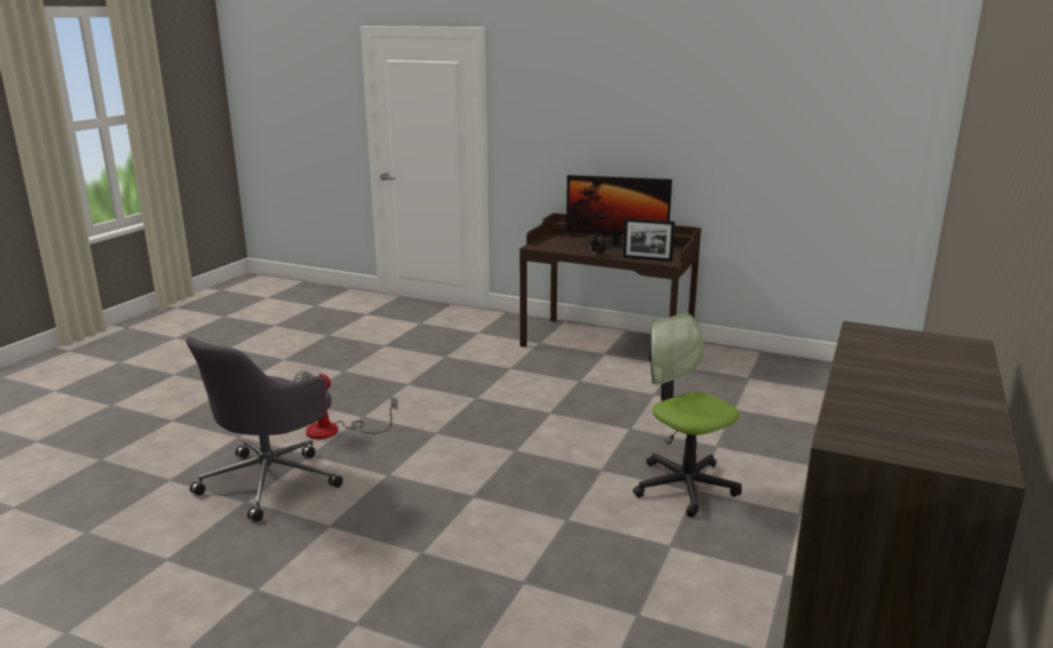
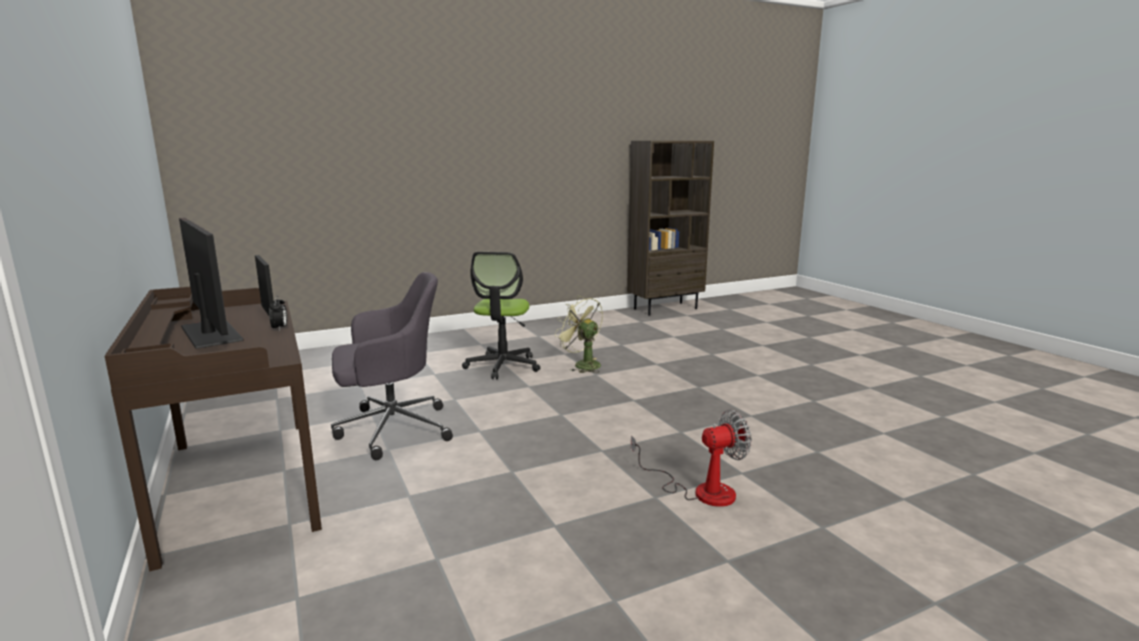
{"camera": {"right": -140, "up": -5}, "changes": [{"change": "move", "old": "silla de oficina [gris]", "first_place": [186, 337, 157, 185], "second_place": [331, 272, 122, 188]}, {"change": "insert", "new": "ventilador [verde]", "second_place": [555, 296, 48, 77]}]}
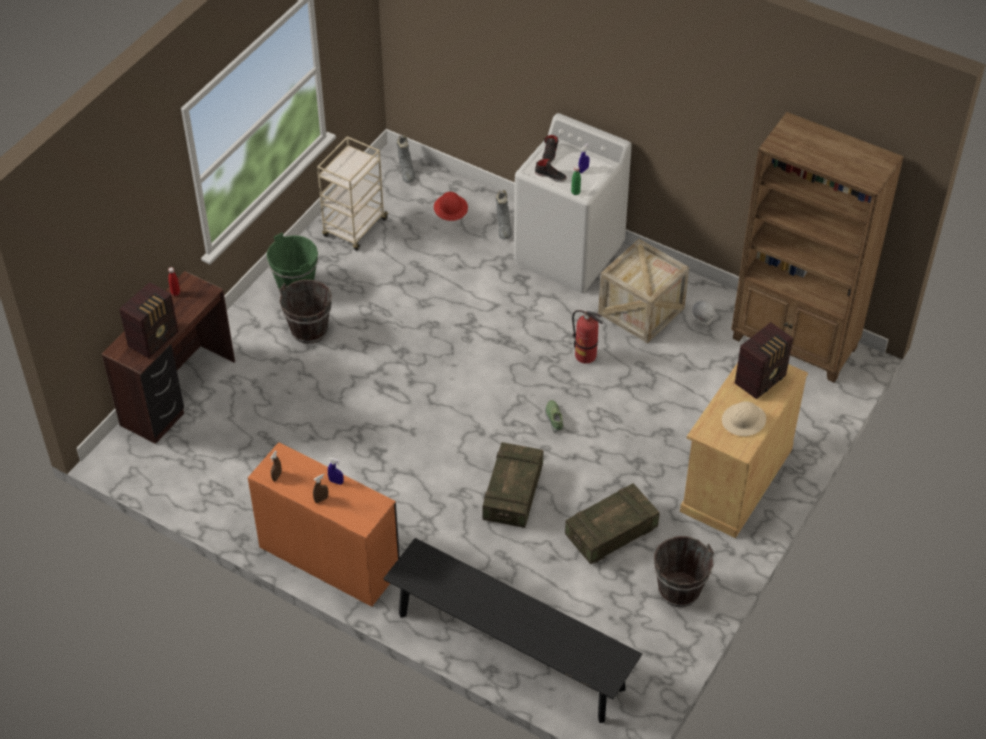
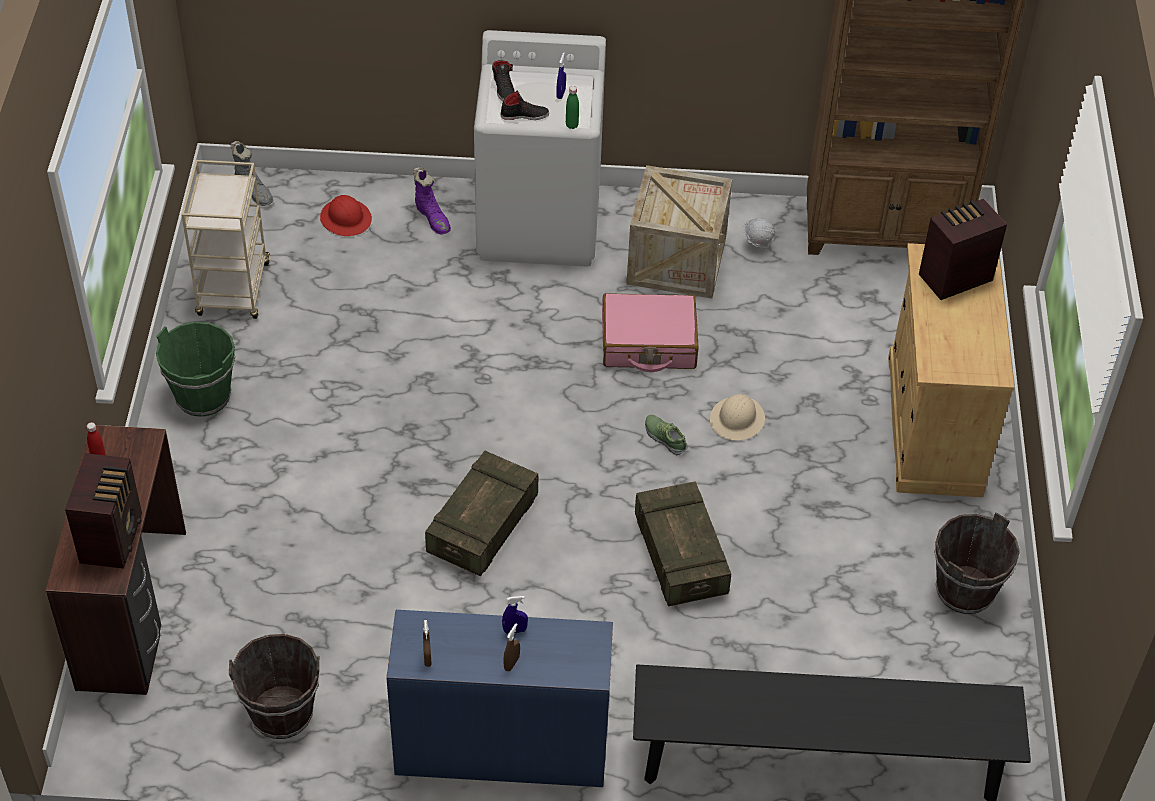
{"camera": {"right": -30, "up": 0}, "changes": [{"change": "recolor", "old": "escritorio [naranja]", "new": "escritorio [azul]", "first_place": [248, 442, 152, 165], "second_place": [386, 610, 227, 177]}, {"change": "move", "old": "cubo [marrón]", "first_place": [279, 279, 53, 65], "second_place": [229, 634, 91, 105]}, {"change": "recolor", "old": "bota [gris]", "new": "bota [morado]", "first_place": [496, 190, 16, 49], "second_place": [413, 167, 38, 67]}, {"change": "move", "old": "caja de embalaje", "first_place": [565, 483, 95, 81], "second_place": [425, 451, 113, 126]}, {"change": "replace", "old": "extintor", "new": "maleta [rosa]", "first_place": [572, 310, 31, 54], "second_place": [602, 293, 97, 79]}, {"change": "move", "old": "casco [beis]", "first_place": [722, 401, 44, 35], "second_place": [710, 394, 55, 46]}, {"change": "rotate", "old": "radio", "first_place": [735, 322, 58, 77], "second_place": [919, 199, 88, 101], "degrees": -135}]}
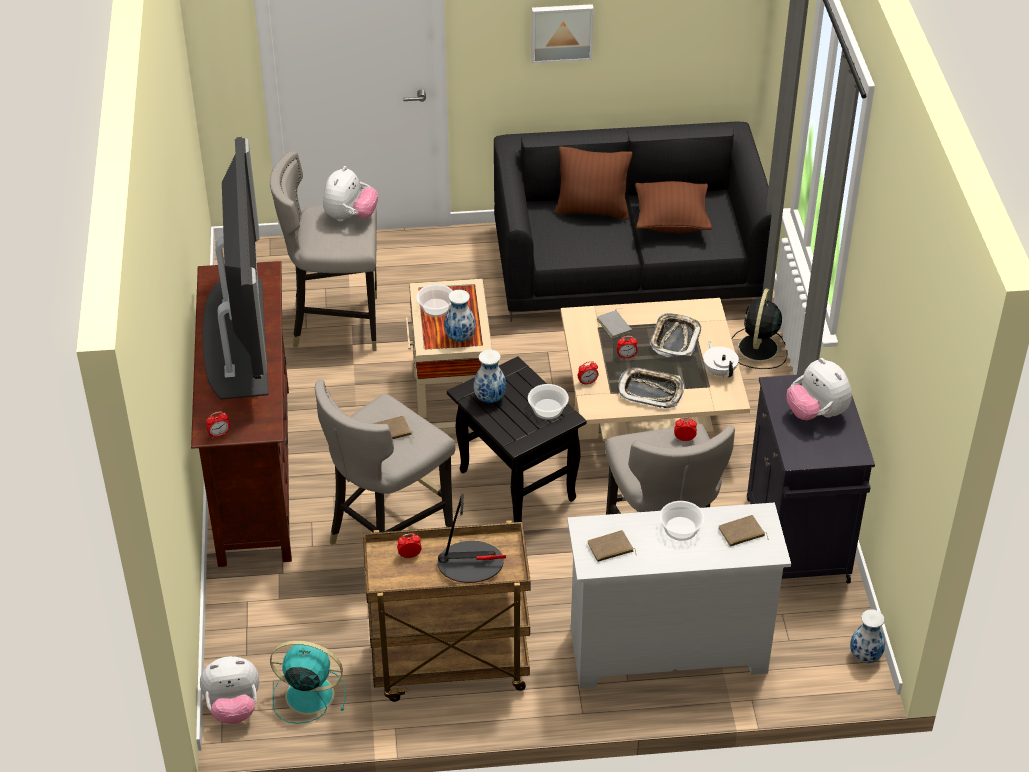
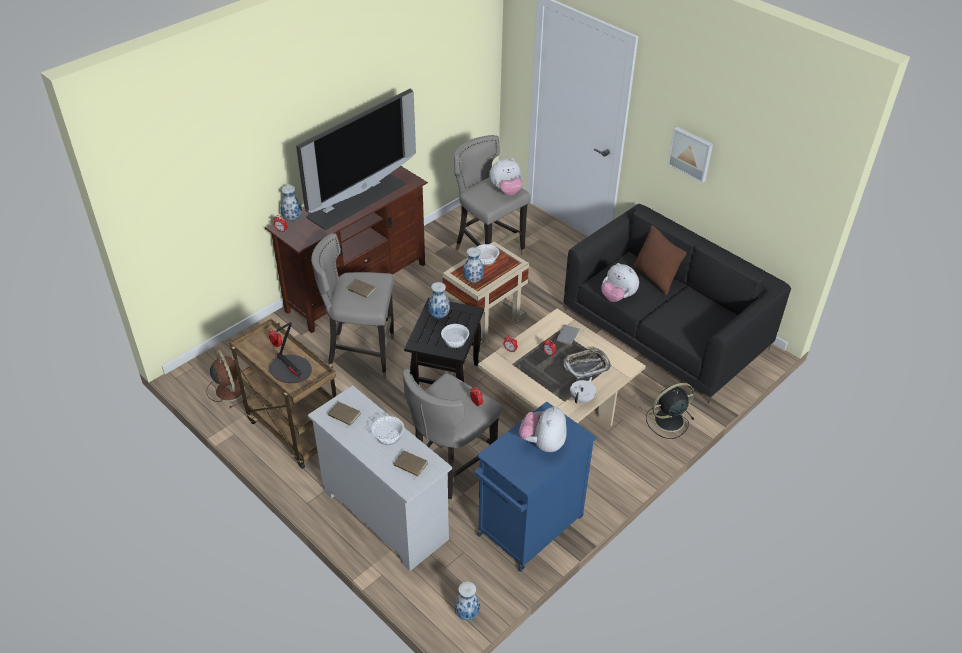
{"camera": {"right": 50, "up": 0}, "changes": [{"change": "move", "old": "peluche", "first_place": [200, 656, 59, 68], "second_place": [601, 263, 38, 39]}, {"change": "recolor", "old": "ventilador [turquesa]", "new": "ventilador [marrón]", "first_place": [270, 640, 76, 84], "second_place": [206, 349, 45, 59]}, {"change": "delete", "old": "bandeja", "first_place": [618, 368, 66, 40]}, {"change": "delete", "old": "cojín [marrón]", "first_place": [635, 181, 77, 52]}, {"change": "recolor", "old": "armario [negro]", "new": "armario [azul]", "first_place": [747, 374, 128, 209], "second_place": [475, 401, 122, 171]}, {"change": "insert", "new": "florero", "second_place": [281, 185, 21, 36]}]}
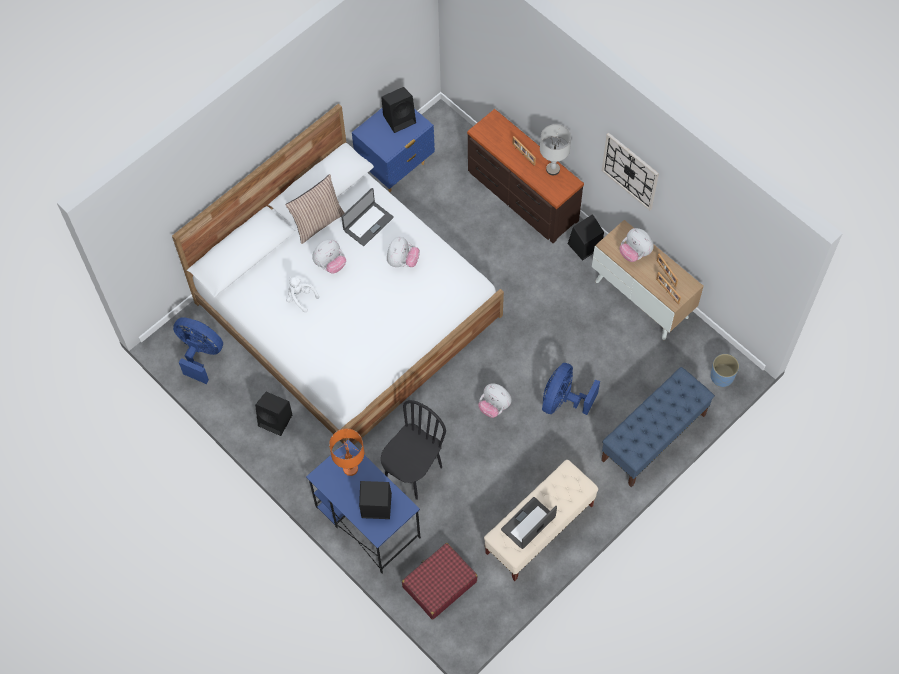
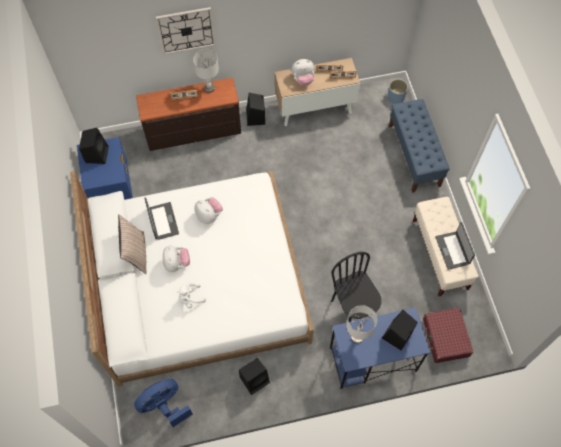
{"camera": {"right": -60, "up": 0}, "changes": [{"change": "recolor", "old": "lámpara de mesa [naranja]", "new": "lámpara de mesa [gris]", "first_place": [329, 428, 35, 48], "second_place": [346, 305, 31, 38]}, {"change": "delete", "old": "peluche", "first_place": [478, 384, 34, 34]}, {"change": "delete", "old": "ventilador [azul]", "first_place": [542, 363, 58, 52]}, {"change": "move", "old": "reloj de pared", "first_place": [602, 133, 57, 78], "second_place": [156, 7, 59, 48]}]}
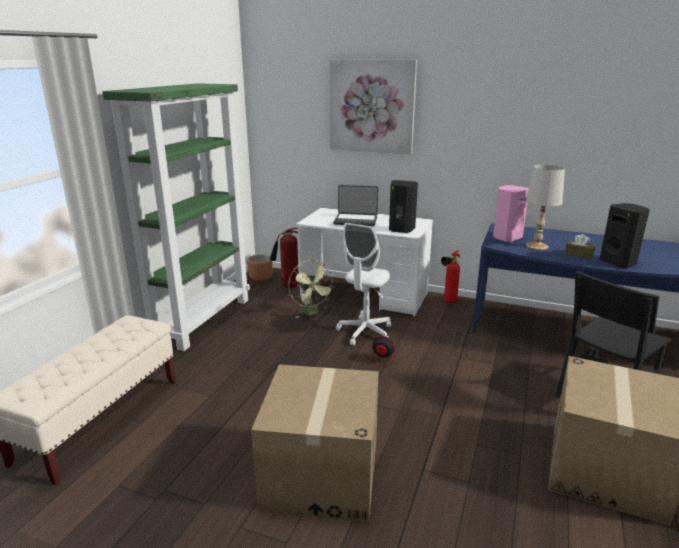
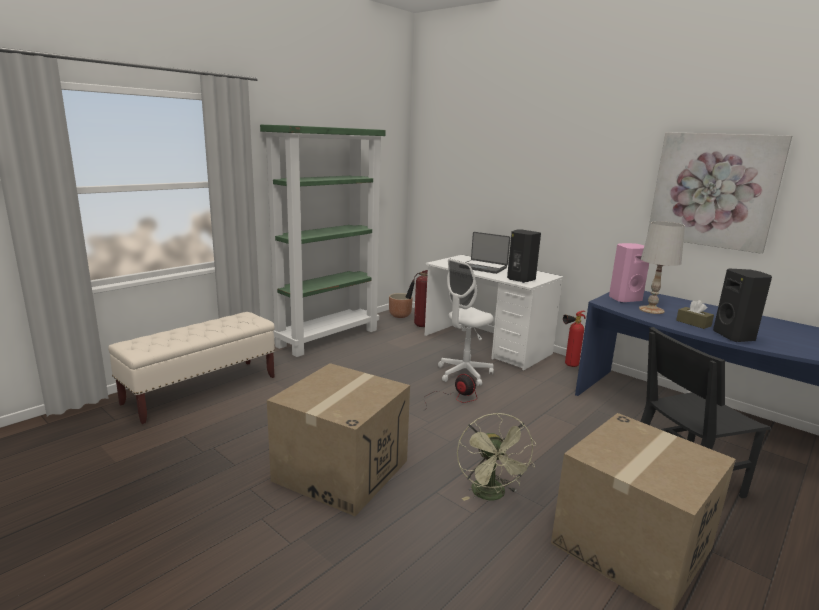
{"camera": {"right": 20, "up": -5}, "changes": [{"change": "move", "old": "ventilador [verde]", "first_place": [288, 260, 47, 58], "second_place": [457, 413, 79, 88]}, {"change": "move", "old": "cuadro", "first_place": [330, 59, 87, 95], "second_place": [647, 132, 145, 122]}]}
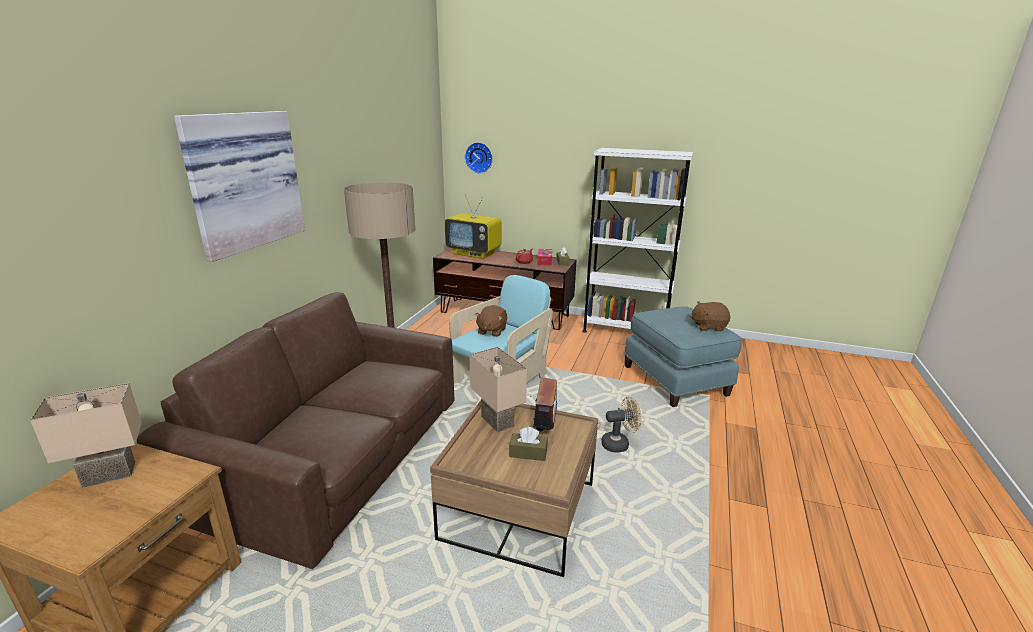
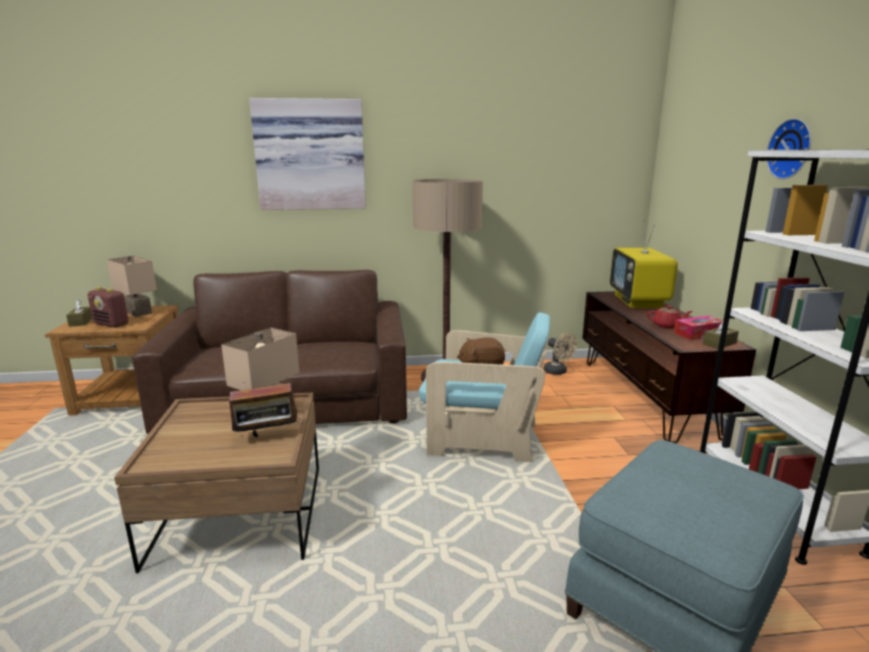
{"camera": {"right": 65, "up": -5}, "changes": [{"change": "move", "old": "reloj de pared", "first_place": [465, 142, 28, 32], "second_place": [766, 118, 45, 61]}, {"change": "move", "old": "caja de pañuelos [marrón]", "first_place": [509, 427, 39, 34], "second_place": [66, 299, 26, 28]}, {"change": "move", "old": "ventilador [beis]", "first_place": [601, 396, 41, 57], "second_place": [544, 333, 33, 42]}, {"change": "delete", "old": "peluche [marrón]", "first_place": [690, 301, 40, 30]}, {"change": "insert", "new": "radio", "second_place": [88, 287, 41, 41]}]}
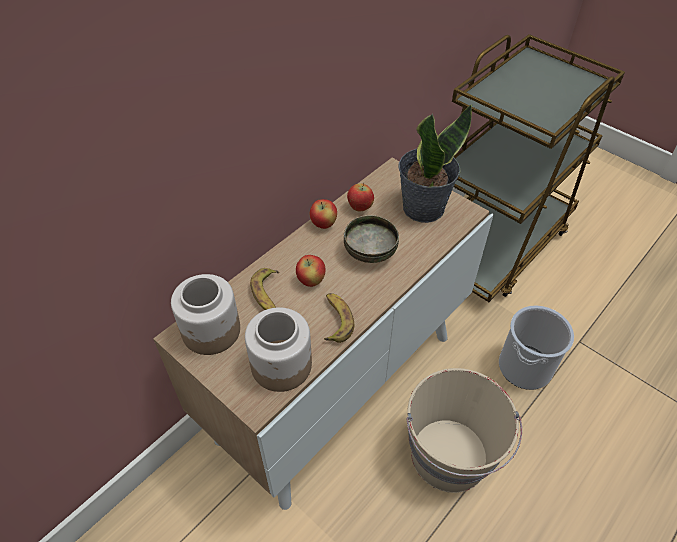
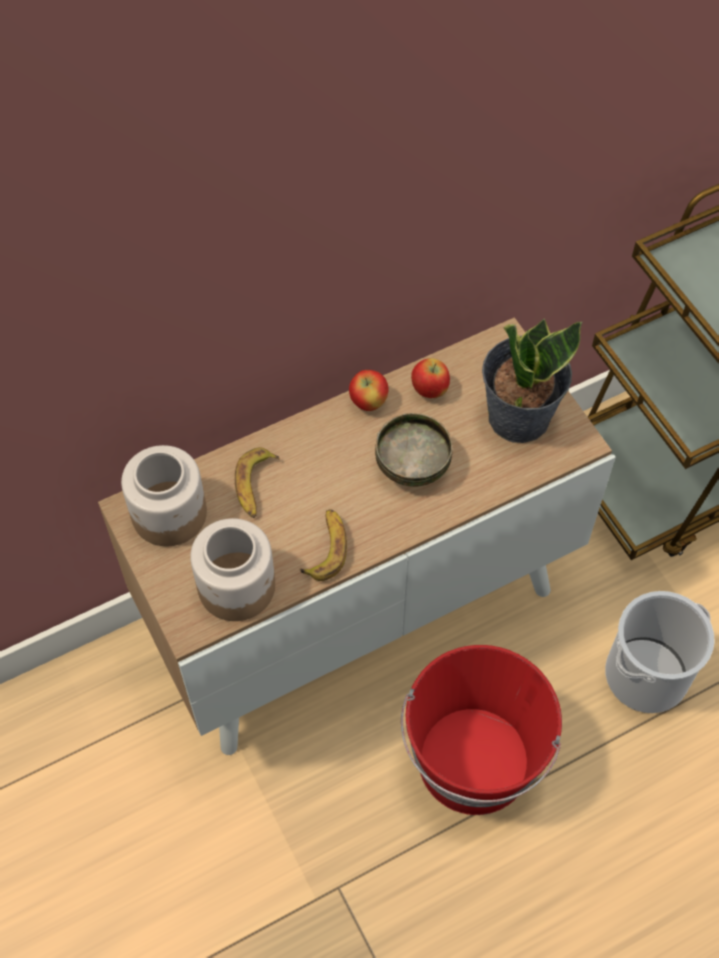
{"camera": {"right": 20, "up": 10}, "changes": [{"change": "delete", "old": "manzana", "first_place": [296, 255, 30, 32]}, {"change": "recolor", "old": "cubo [beis]", "new": "cubo [rojo]", "first_place": [407, 368, 115, 125], "second_place": [401, 645, 161, 170]}]}
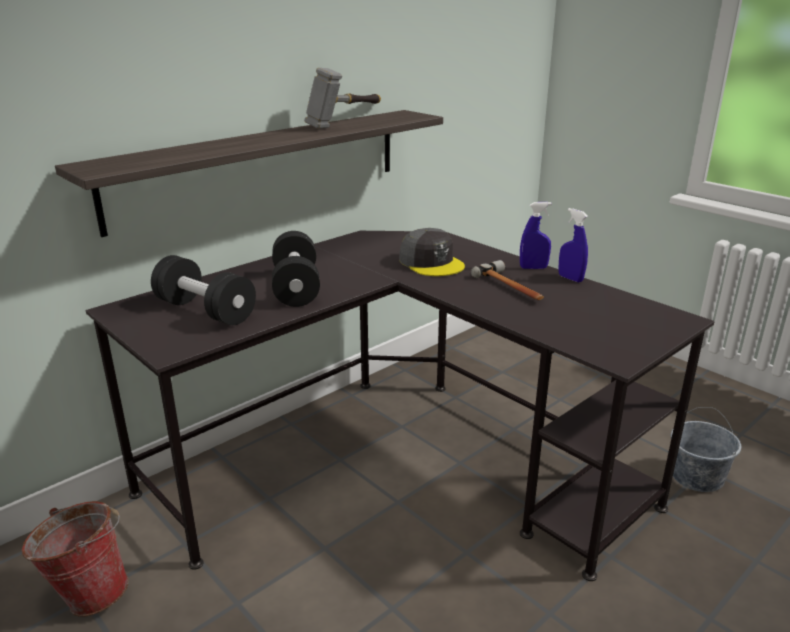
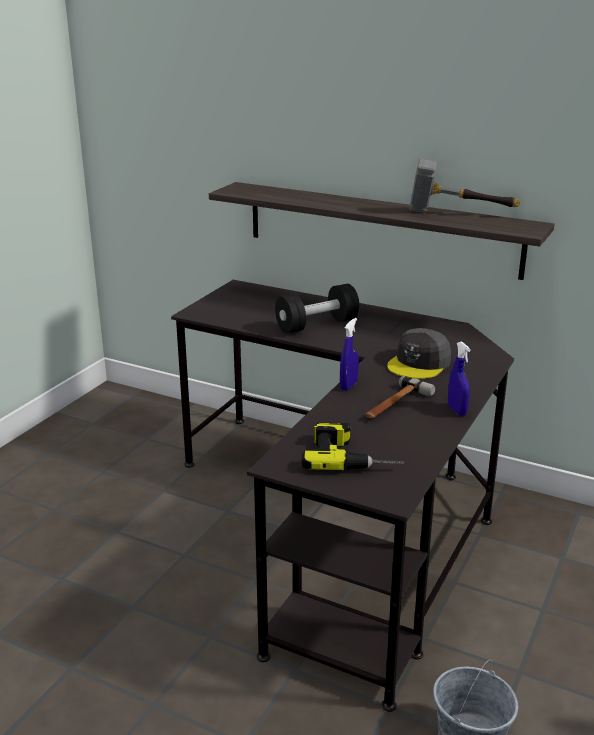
{"camera": {"right": 70, "up": 0}, "changes": [{"change": "delete", "old": "cubo", "first_place": [22, 501, 107, 116]}, {"change": "delete", "old": "mancuerna [negro]", "first_place": [151, 255, 105, 70]}, {"change": "move", "old": "pulverizador [azul]", "first_place": [558, 208, 30, 74], "second_place": [340, 318, 19, 73]}, {"change": "insert", "new": "taladro", "second_place": [302, 422, 103, 48]}]}
